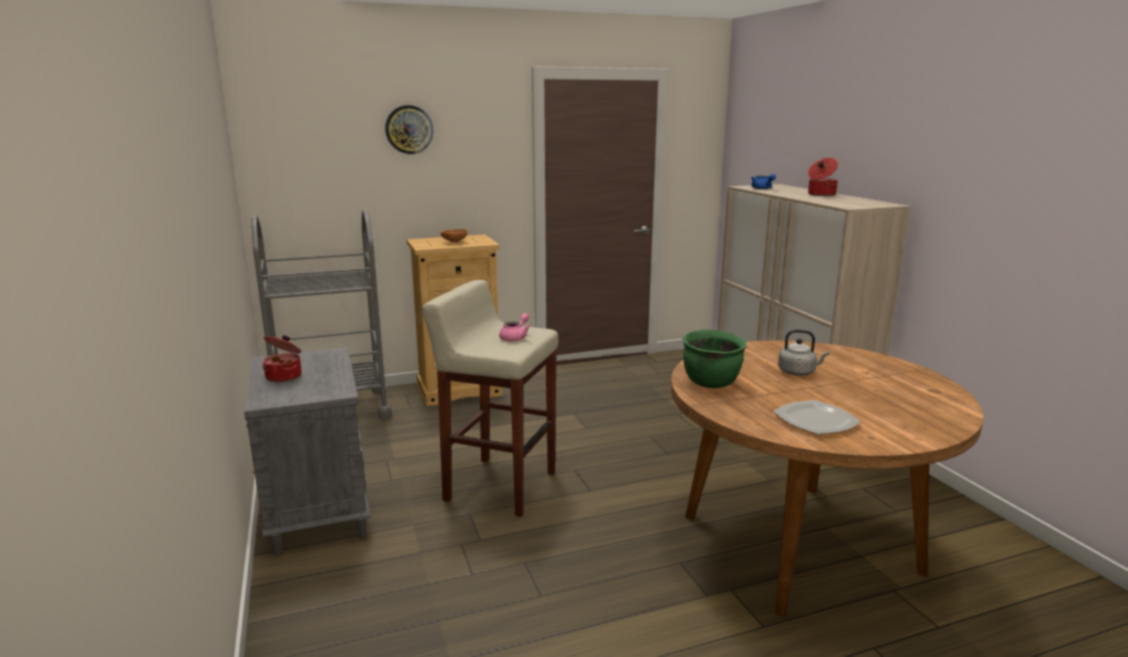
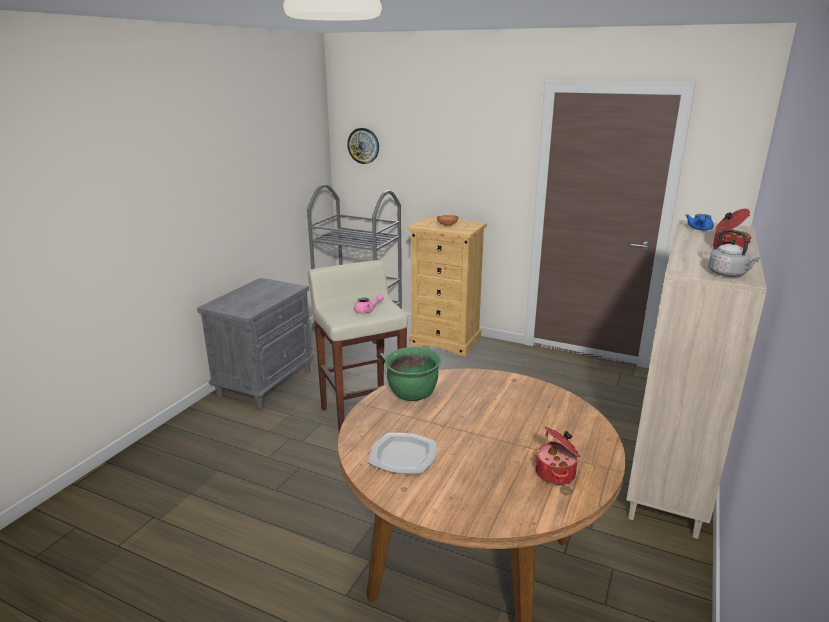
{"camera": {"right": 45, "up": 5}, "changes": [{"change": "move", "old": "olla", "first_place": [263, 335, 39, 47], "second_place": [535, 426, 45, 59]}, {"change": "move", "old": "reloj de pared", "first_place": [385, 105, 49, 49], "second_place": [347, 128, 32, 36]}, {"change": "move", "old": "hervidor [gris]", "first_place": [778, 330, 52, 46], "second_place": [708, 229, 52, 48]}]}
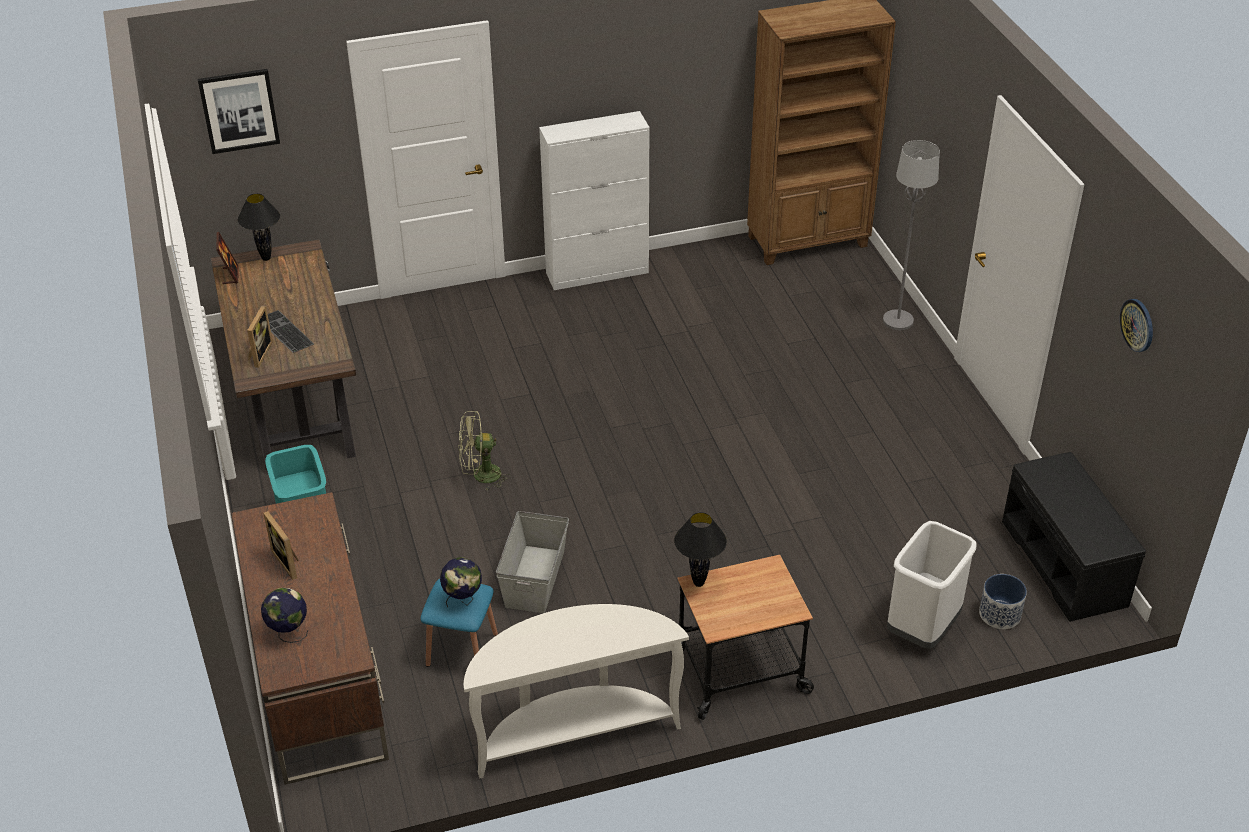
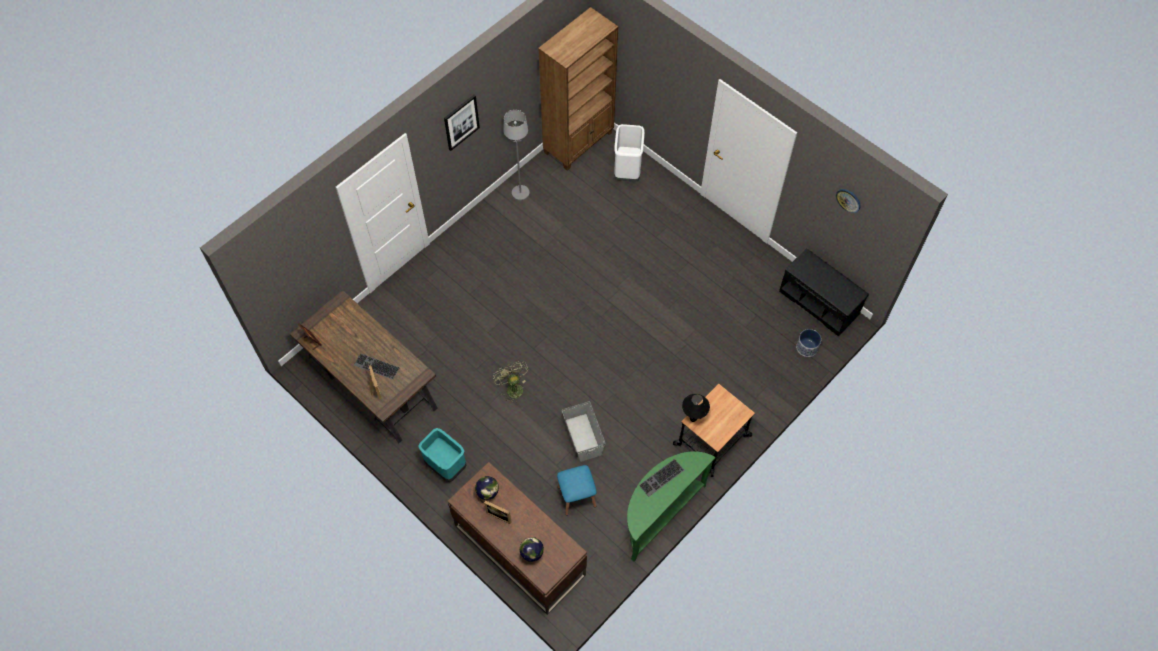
{"camera": {"right": -30, "up": 20}, "changes": [{"change": "move", "old": "cuadro", "first_place": [198, 69, 82, 85], "second_place": [444, 95, 36, 56]}, {"change": "delete", "old": "lámpara de mesa [negro]", "first_place": [238, 193, 42, 68]}, {"change": "move", "old": "globo terráqueo", "first_place": [440, 557, 42, 50], "second_place": [475, 476, 24, 26]}, {"change": "rotate", "old": "ventilador [verde]", "first_place": [458, 411, 52, 80], "second_place": [493, 362, 36, 41], "degrees": 105}, {"change": "recolor", "old": "mesa consola [blanco]", "new": "mesa consola [verde]", "first_place": [464, 604, 225, 174], "second_place": [627, 451, 88, 111]}, {"change": "delete", "old": "armario [blanco]", "first_place": [539, 111, 111, 179]}, {"change": "move", "old": "lámpara de pie [gris]", "first_place": [883, 140, 57, 190], "second_place": [503, 110, 27, 91]}, {"change": "move", "old": "papelera [blanco]", "first_place": [887, 521, 90, 128], "second_place": [614, 124, 31, 58]}, {"change": "insert", "new": "teclado", "second_place": [639, 459, 45, 37]}]}
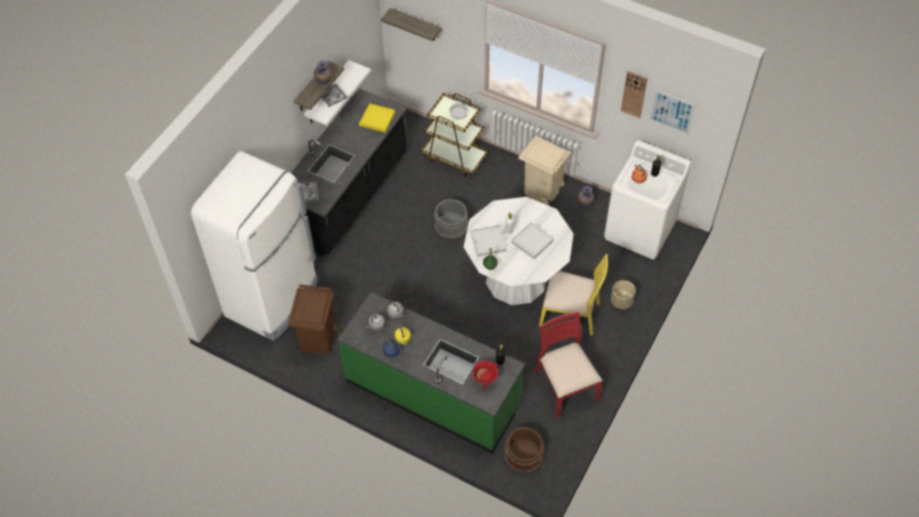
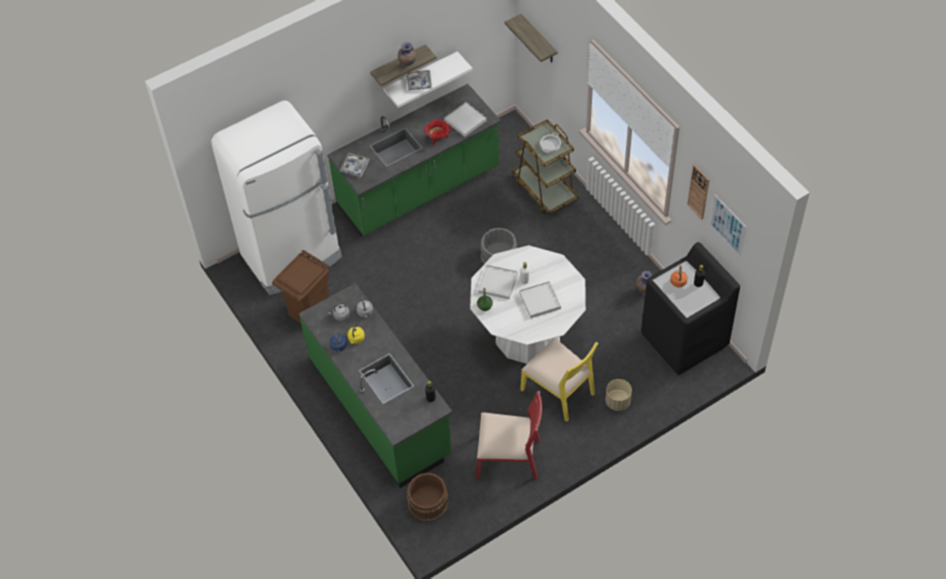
{"camera": {"right": 30, "up": 0}, "changes": [{"change": "recolor", "old": "mueble bajo de cocina [negro]", "new": "mueble bajo de cocina [verde]", "first_place": [291, 88, 116, 169], "second_place": [327, 84, 174, 152]}, {"change": "recolor", "old": "bandeja [amarillo]", "new": "bandeja [blanco]", "first_place": [359, 103, 36, 30], "second_place": [444, 102, 43, 35]}, {"change": "move", "old": "olla [rojo]", "first_place": [473, 361, 25, 29], "second_place": [425, 119, 26, 27]}, {"change": "delete", "old": "papelera [beis]", "first_place": [518, 136, 53, 69]}, {"change": "rotate", "old": "silla [rojo]", "first_place": [535, 311, 68, 107], "second_place": [476, 391, 66, 88], "degrees": 90}, {"change": "recolor", "old": "lavadora [blanco]", "new": "lavadora [negro]", "first_place": [604, 140, 87, 120], "second_place": [641, 242, 99, 133]}]}
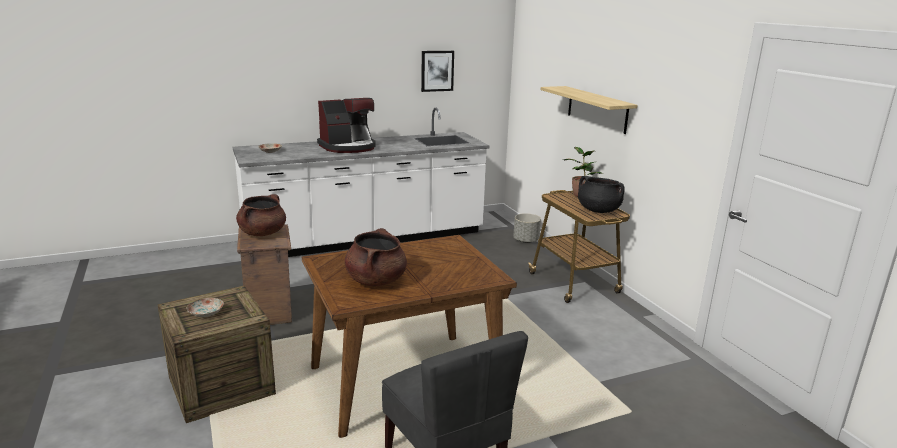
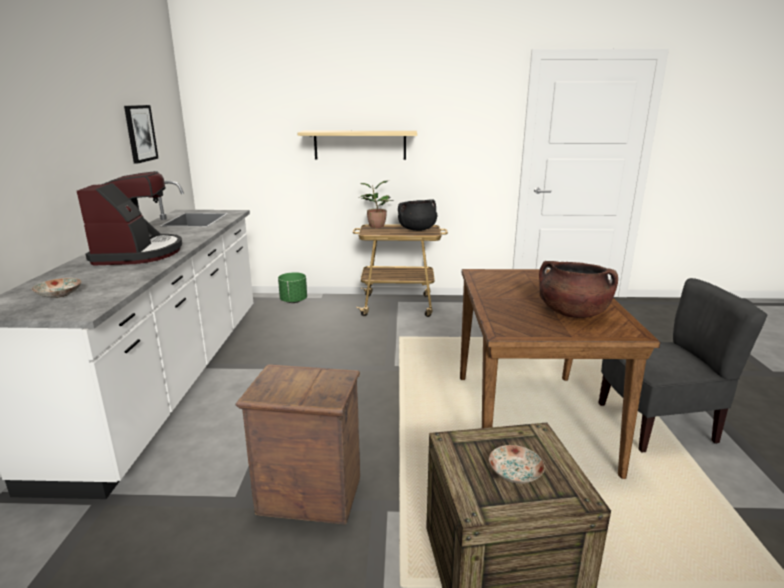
{"camera": {"right": -65, "up": 0}, "changes": [{"change": "delete", "old": "olla [marrón]", "first_place": [236, 194, 50, 42]}, {"change": "recolor", "old": "maceta [gris]", "new": "maceta [verde]", "first_place": [513, 213, 28, 30], "second_place": [278, 272, 29, 31]}]}
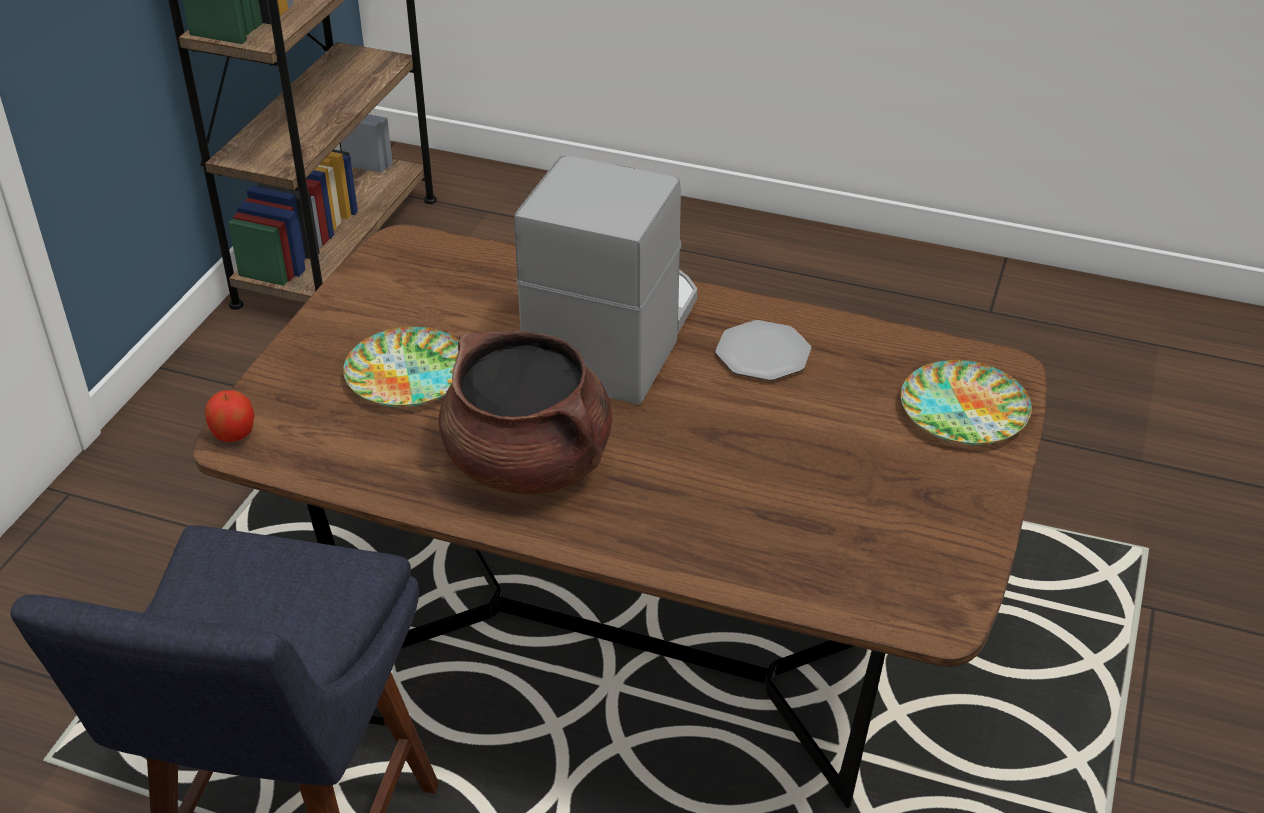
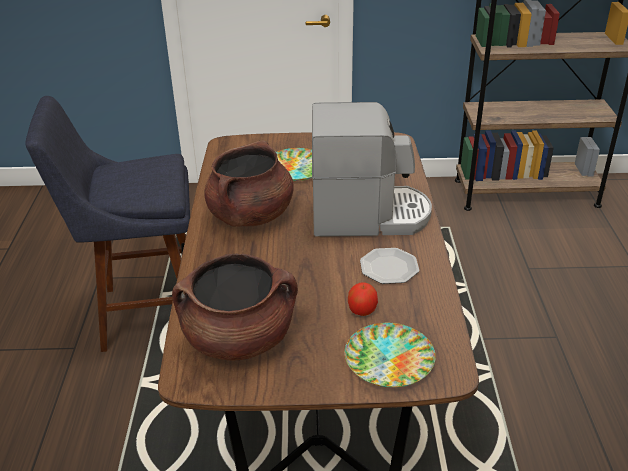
{"camera": {"right": 70, "up": -5}, "changes": [{"change": "move", "old": "manzana", "first_place": [205, 390, 50, 52], "second_place": [348, 283, 30, 33]}, {"change": "insert", "new": "olla [marrón]", "second_place": [172, 253, 126, 107]}]}
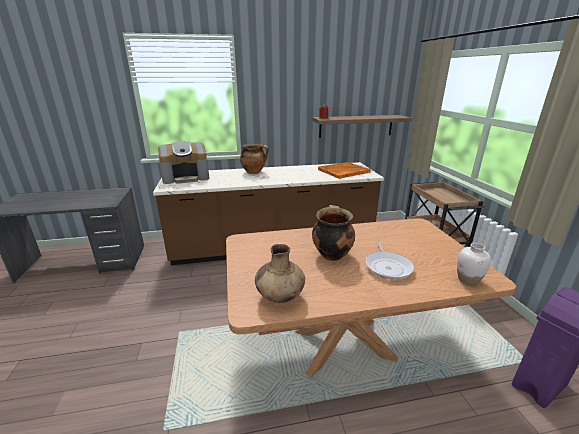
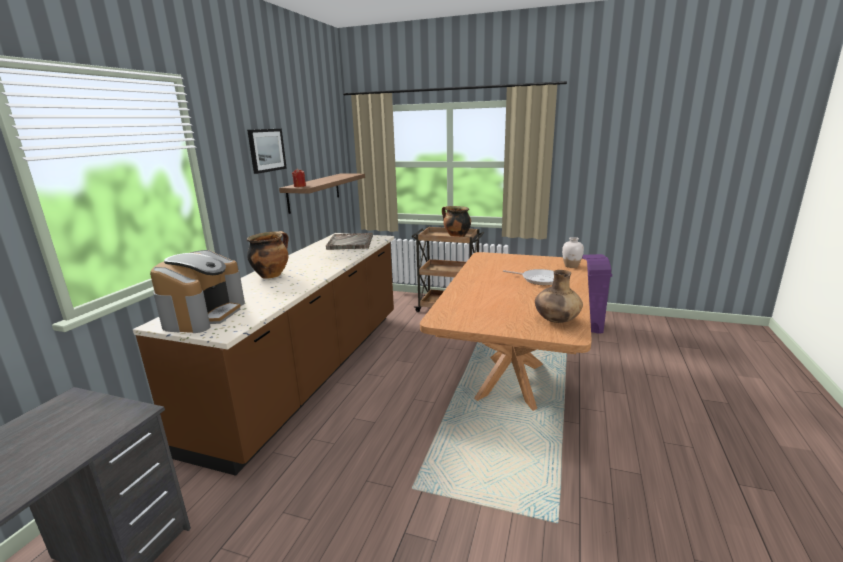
{"camera": {"right": -60, "up": -5}, "changes": [{"change": "move", "old": "olla", "first_place": [312, 205, 43, 56], "second_place": [442, 206, 29, 31]}, {"change": "recolor", "old": "bandeja [naranja]", "new": "bandeja [gris]", "first_place": [318, 162, 53, 17], "second_place": [326, 233, 47, 17]}, {"change": "insert", "new": "cuadro", "second_place": [247, 129, 40, 45]}]}
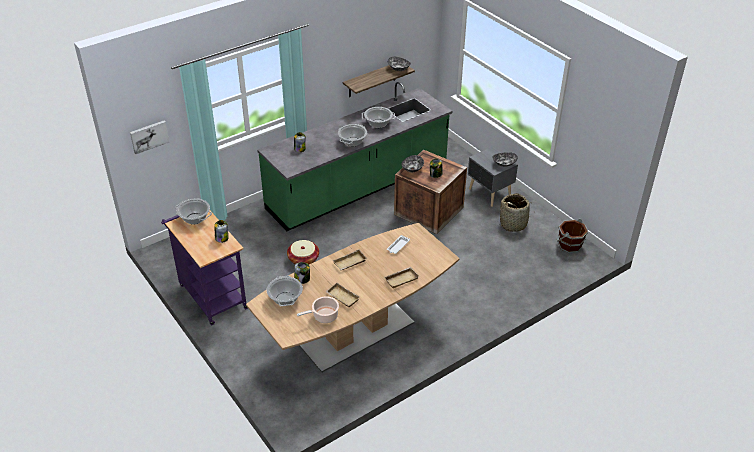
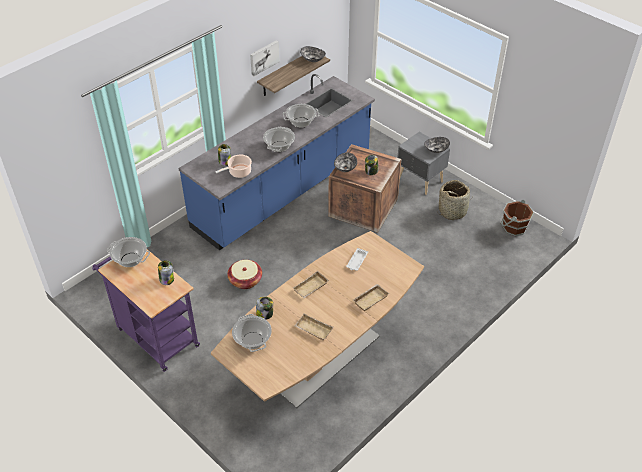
{"camera": {"right": -10, "up": 5}, "changes": [{"change": "move", "old": "cuadro", "first_place": [130, 121, 39, 33], "second_place": [250, 40, 30, 36]}, {"change": "recolor", "old": "mueble bajo de cocina [verde]", "new": "mueble bajo de cocina [azul]", "first_place": [257, 82, 195, 149], "second_place": [179, 74, 196, 176]}, {"change": "move", "old": "olla", "first_place": [297, 296, 42, 27], "second_place": [216, 155, 36, 23]}]}
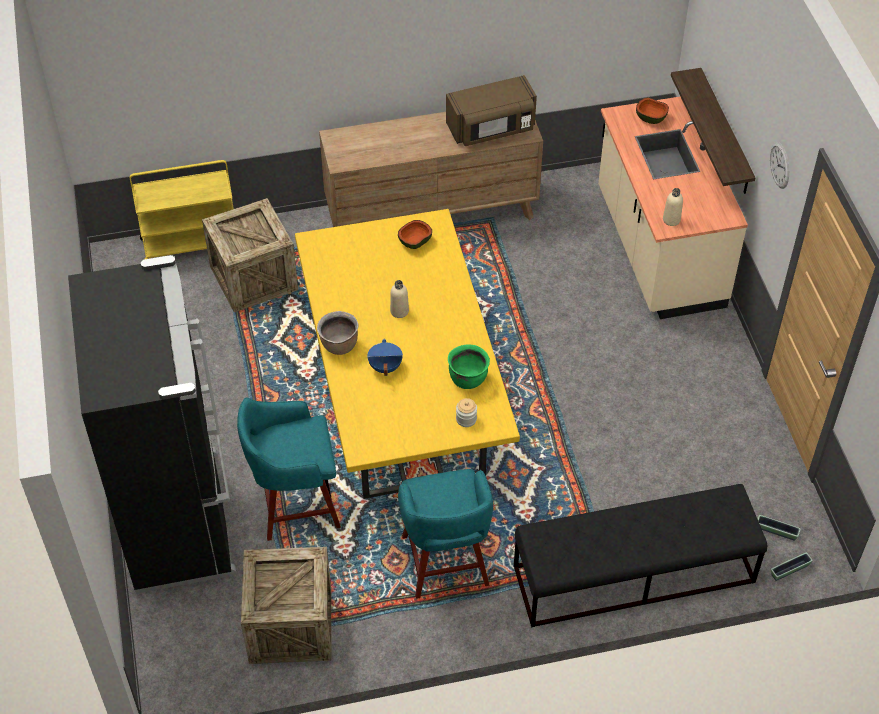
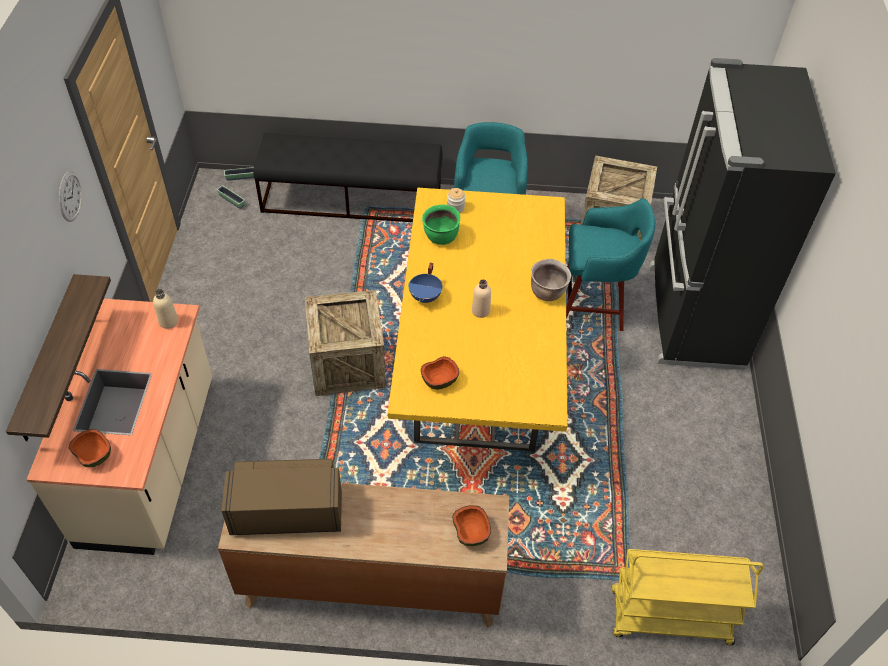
{"camera": {"right": -165, "up": 0}, "changes": [{"change": "move", "old": "caja de embalaje", "first_place": [202, 198, 96, 114], "second_place": [305, 290, 81, 106]}, {"change": "move", "old": "olla [azul]", "first_place": [367, 339, 36, 37], "second_place": [408, 263, 34, 40]}, {"change": "insert", "new": "cuenco", "second_place": [452, 505, 39, 41]}]}
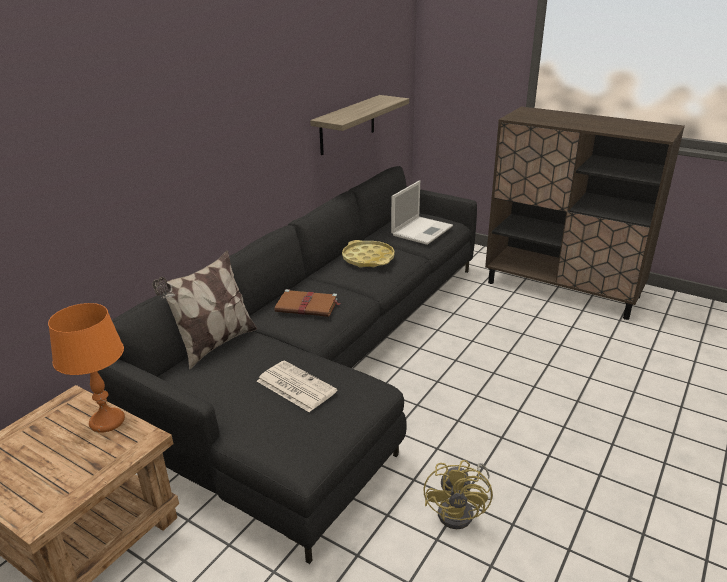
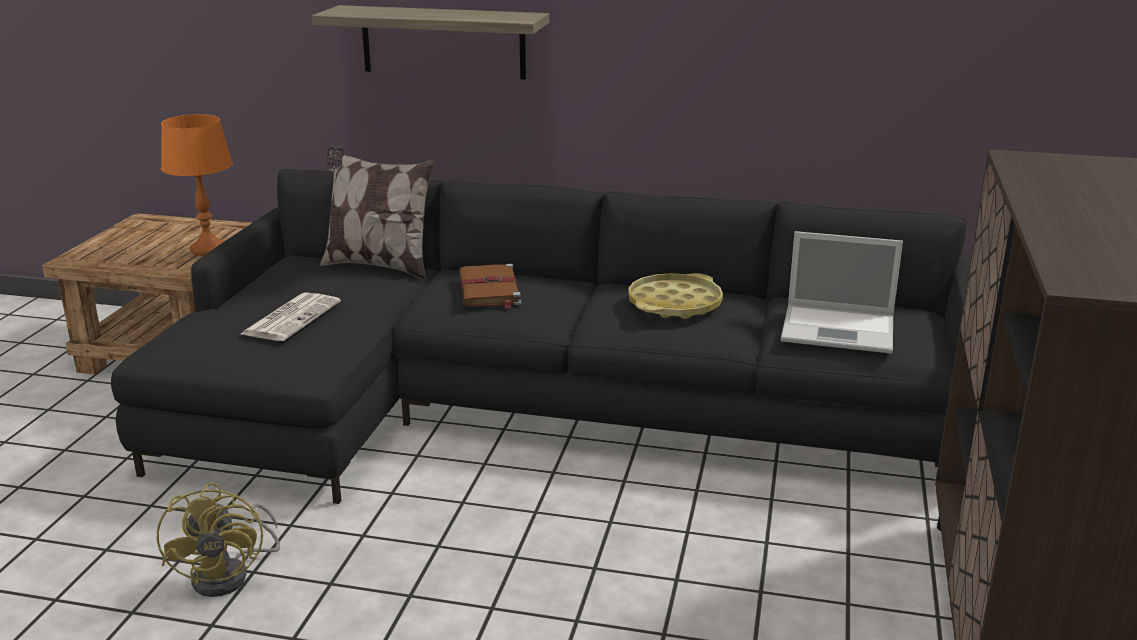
{"camera": {"right": 70, "up": -5}, "changes": [{"change": "move", "old": "estante", "first_place": [310, 95, 99, 60], "second_place": [312, 5, 237, 75]}, {"change": "rotate", "old": "ventilador [amarillo]", "first_place": [424, 460, 69, 69], "second_place": [157, 482, 123, 115], "degrees": -90}]}
